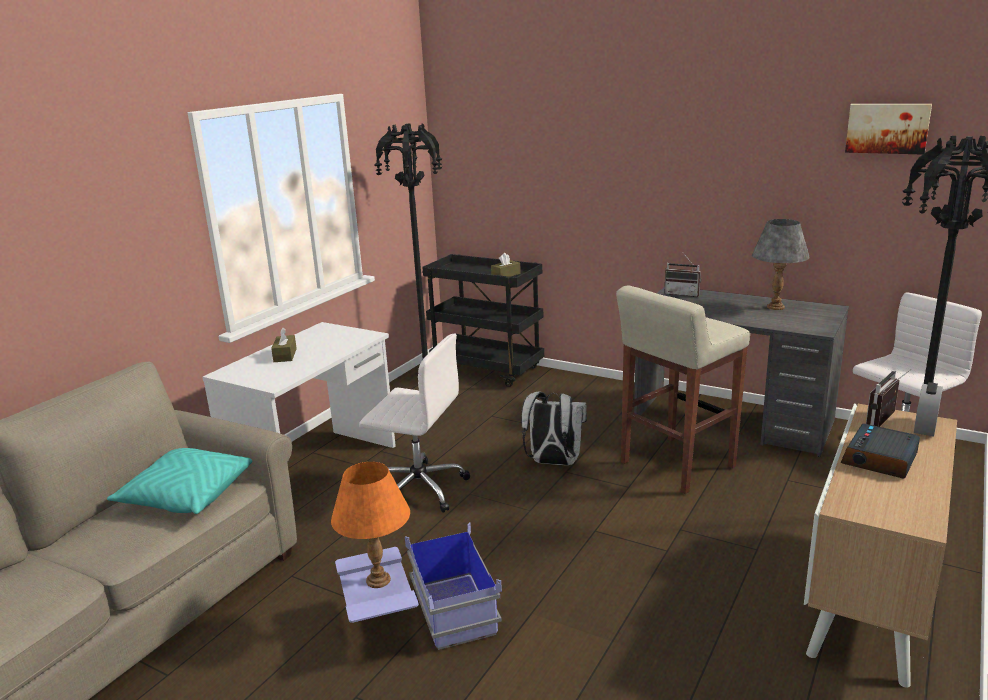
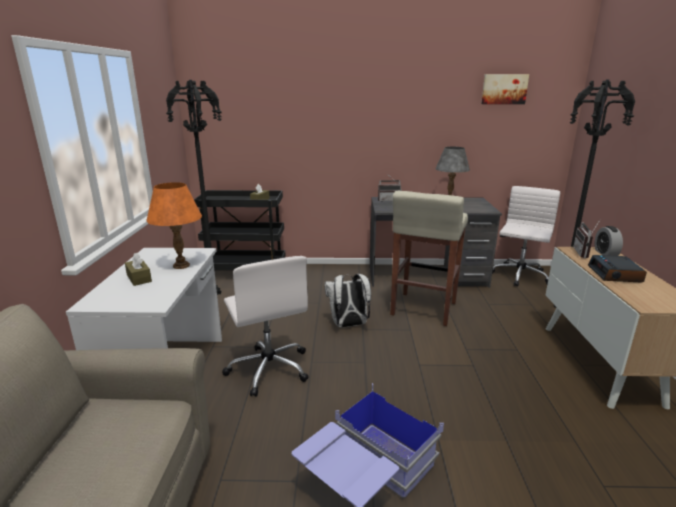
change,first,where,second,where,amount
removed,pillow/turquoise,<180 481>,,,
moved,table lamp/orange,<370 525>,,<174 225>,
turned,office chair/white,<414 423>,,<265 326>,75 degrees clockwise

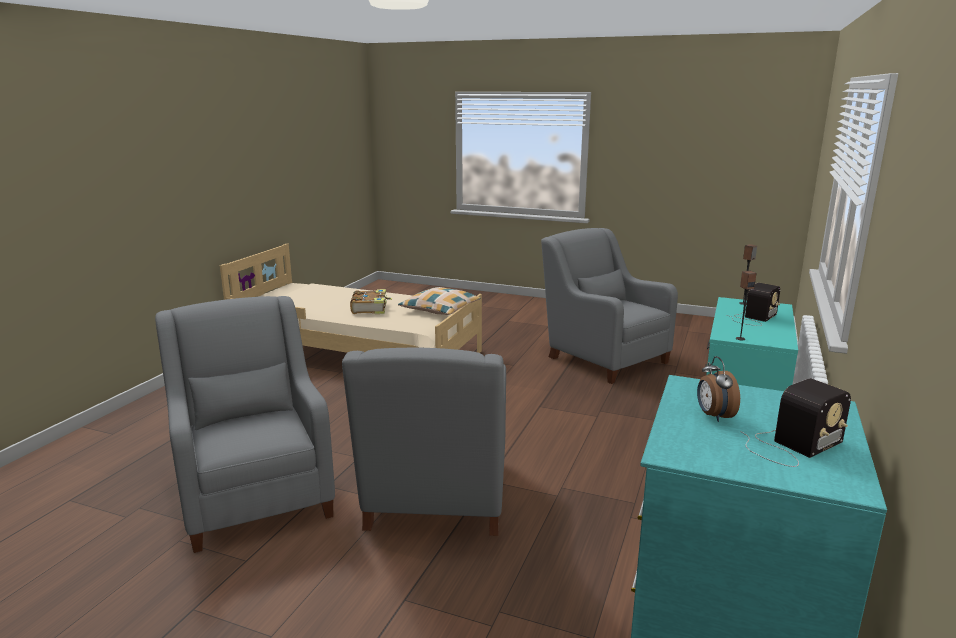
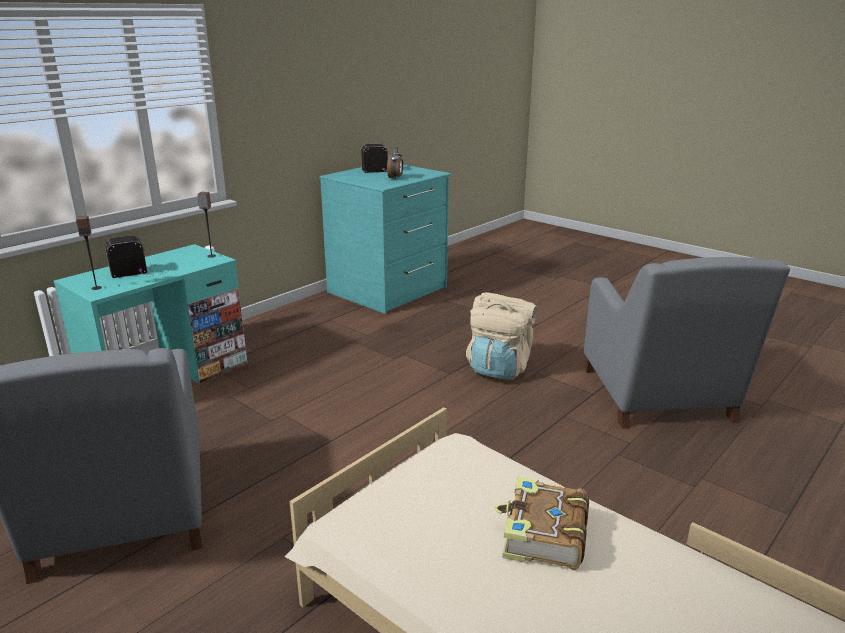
change,first,where,second,where,amount
replaced,armchair/grey,<424 442>,backpack/beige,<501 336>,
removed,pillow,<439 301>,,,

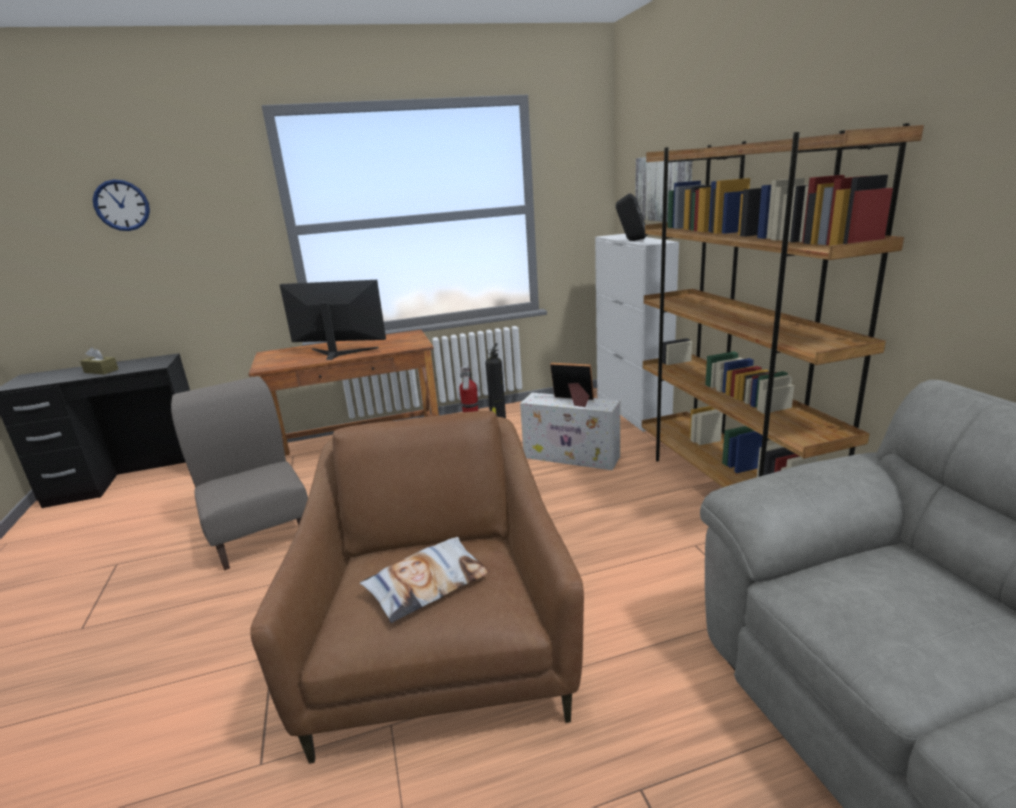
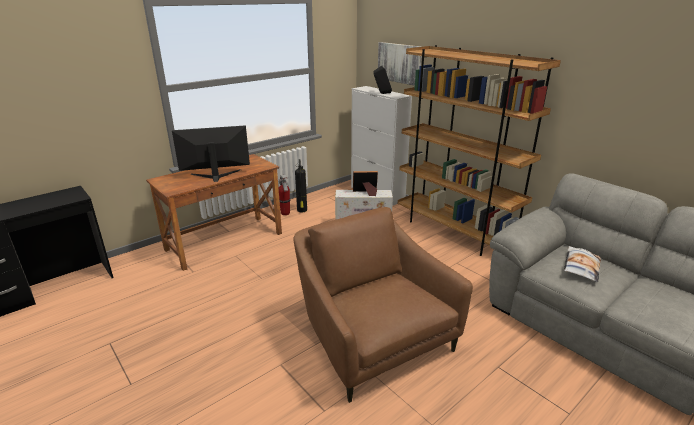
change,first,where,second,where,amount
removed,tissue box/brown,<99 361>,,,
removed,wall clock,<121 205>,,,
removed,chair/grey,<239 473>,,,
moved,pillow,<425 580>,,<582 264>,

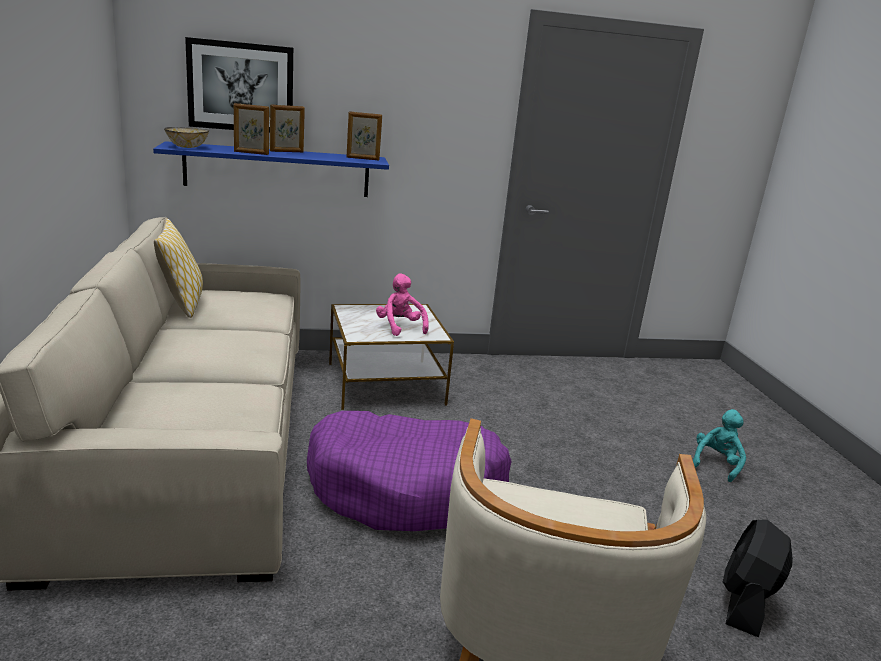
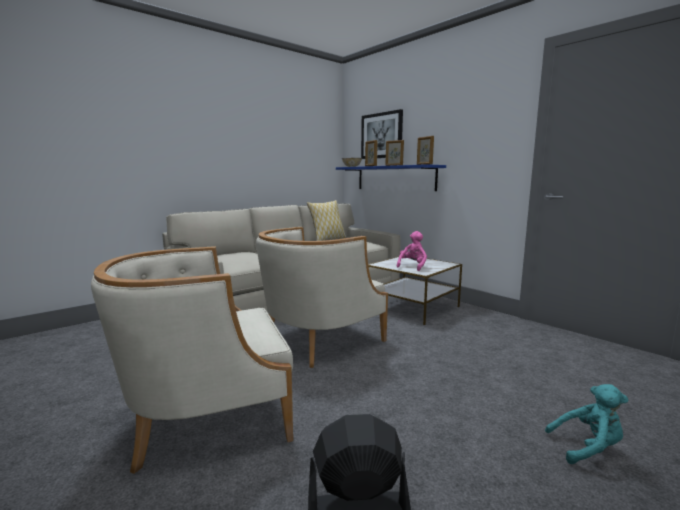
change,first,where,second,where,amount
replaced,dog bed/purple,<409 471>,armchair/beige,<322 297>,

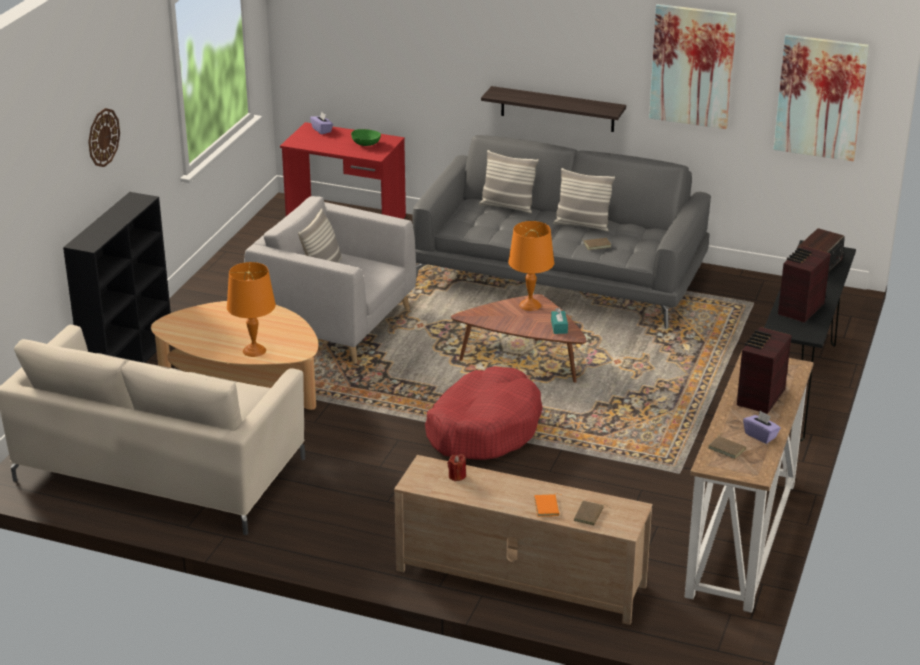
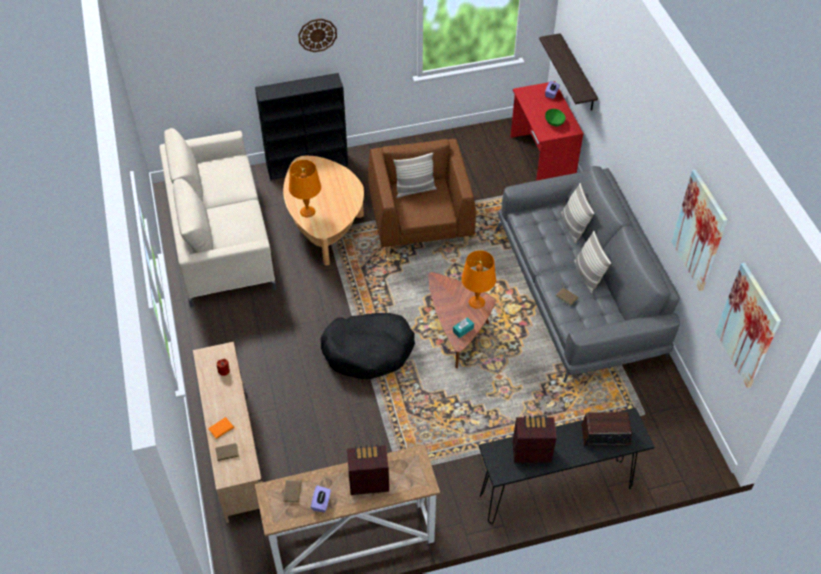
change,first,where,second,where,amount
recoloured,armchair/grey,<330 279>,armchair/brown,<422 197>,
recoloured,dog bed/red,<484 413>,dog bed/black,<367 346>,
moved,shelf,<553 109>,,<568 72>,

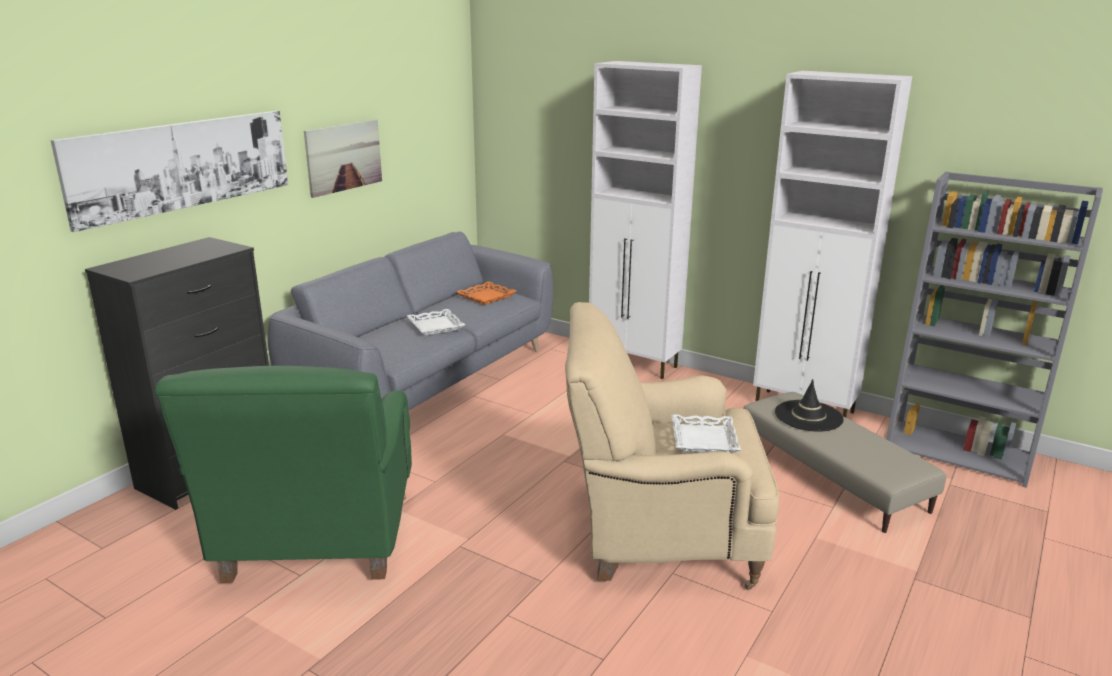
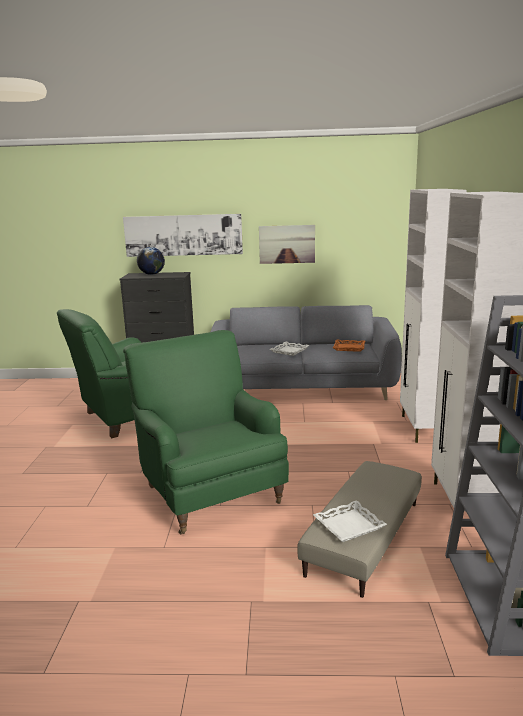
change,first,where,second,where,amount
recoloured,armchair/beige,<672 446>,armchair/green,<206 432>,
moved,tray/white,<706 433>,,<350 521>,
removed,hat/black,<809 405>,,,
added,,,globe,<151 261>,

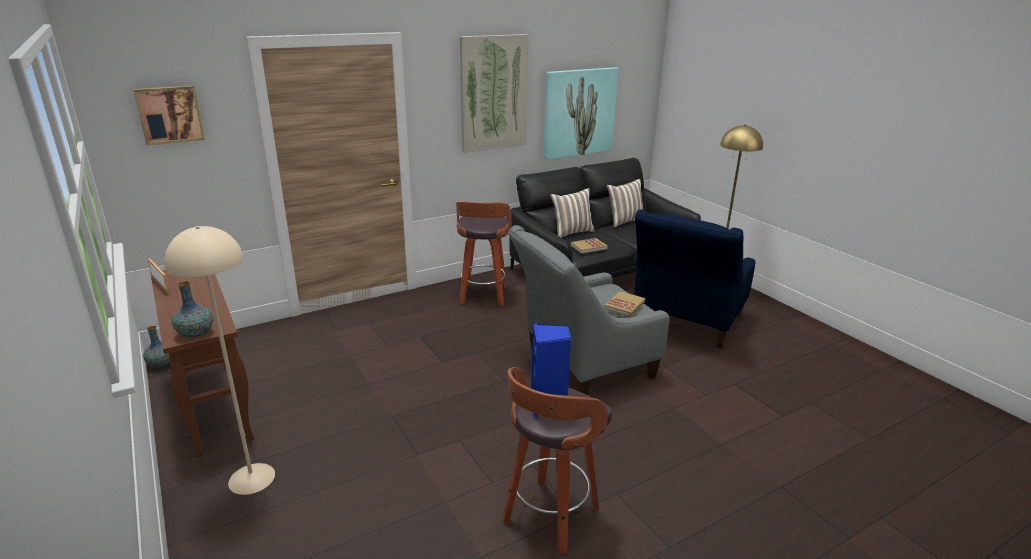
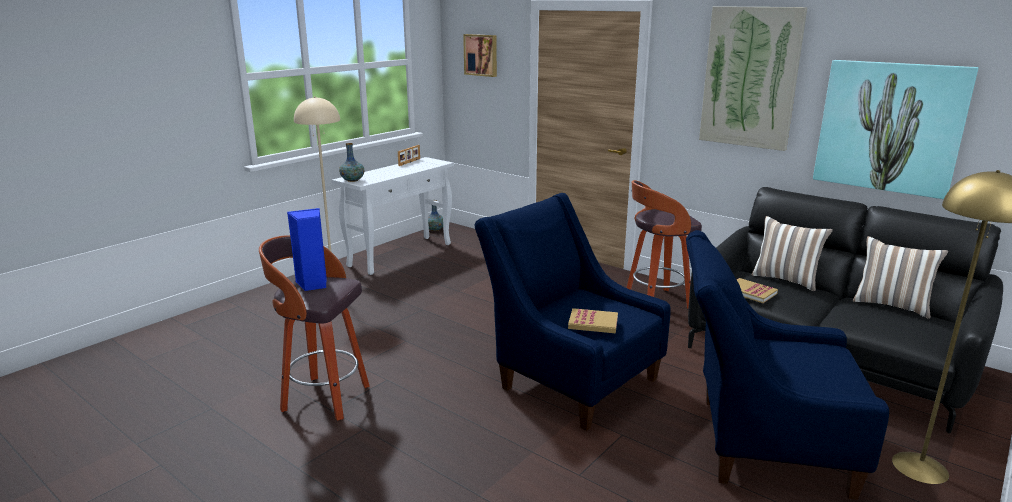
change,first,where,second,where,amount
recoloured,console table/brown,<202 363>,console table/white,<393 216>,
recoloured,armchair/grey,<589 310>,armchair/blue,<572 312>,

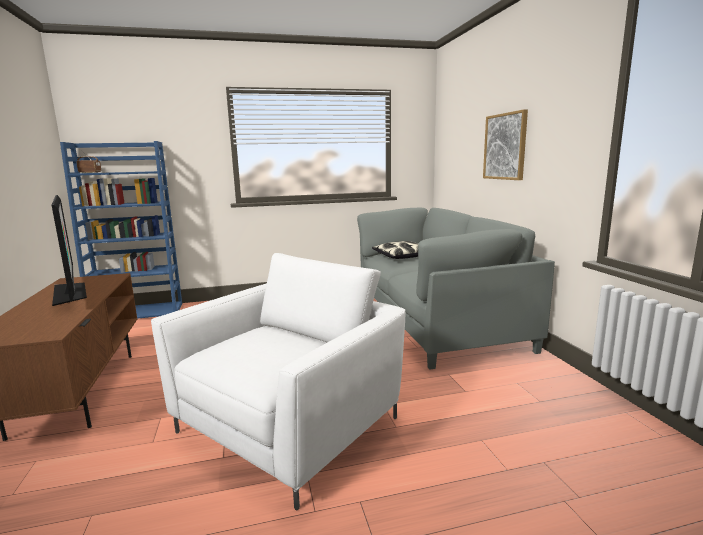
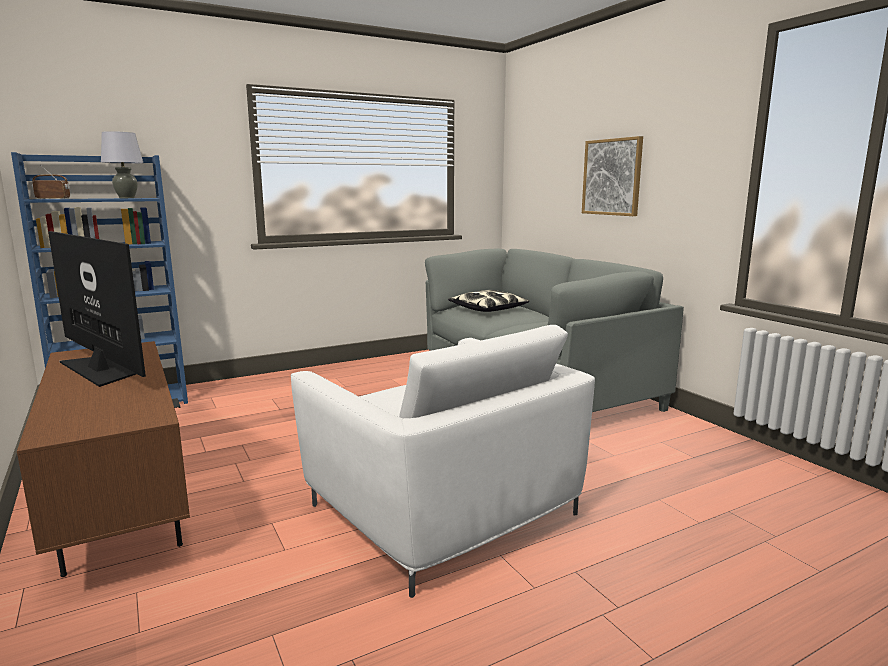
change,first,where,second,where,amount
turned,armchair/white,<278 381>,,<443 461>,120 degrees clockwise
added,,,table lamp/grey,<122 164>,

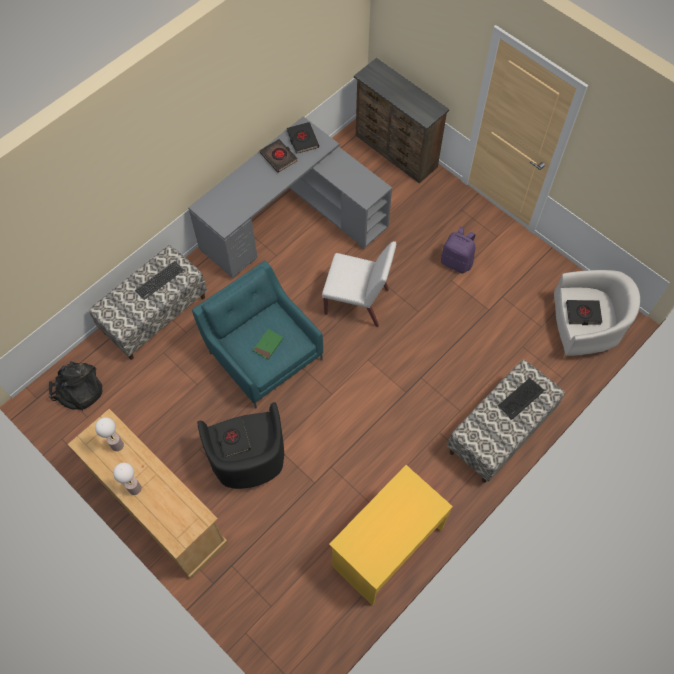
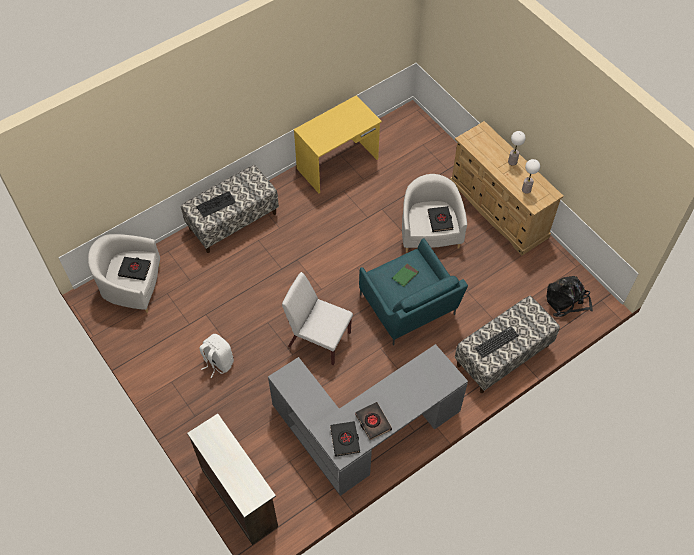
change,first,where,second,where,amount
recoloured,armchair/black,<240 445>,armchair/white,<434 213>,
recoloured,backpack/purple,<458 250>,backpack/white,<217 356>,

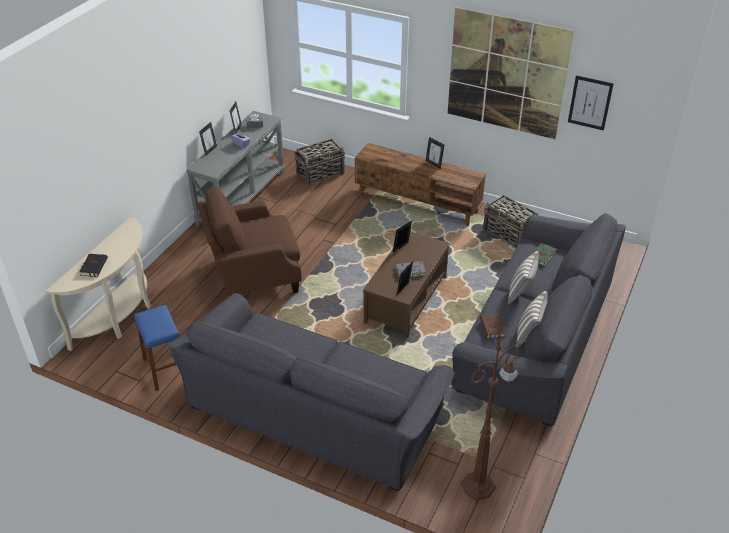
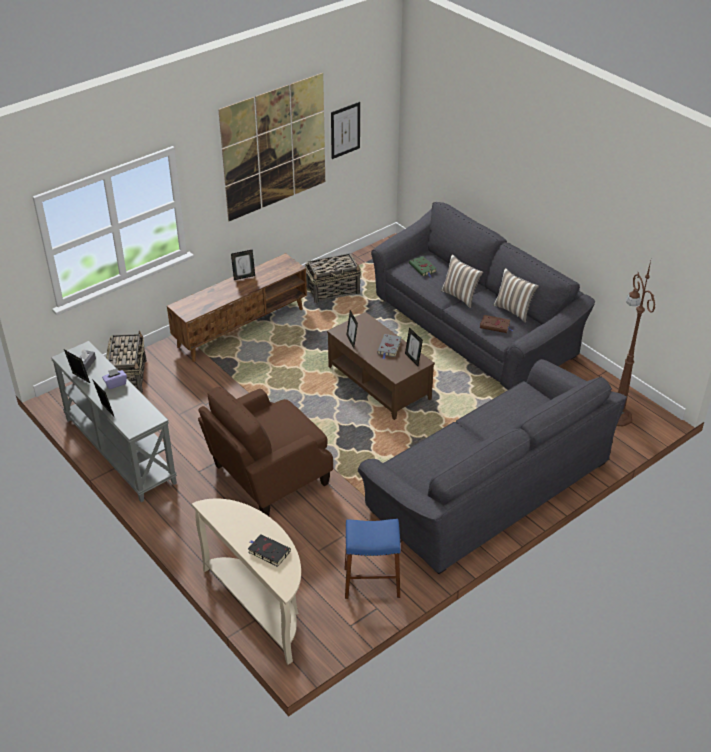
change,first,where,second,where,amount
turned,armchair/brown,<250 241>,,<265 451>,45 degrees clockwise

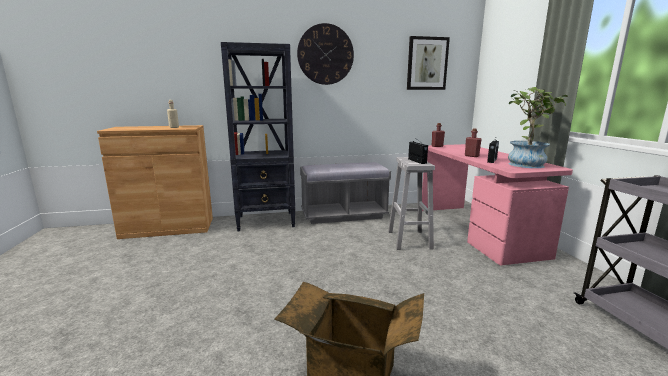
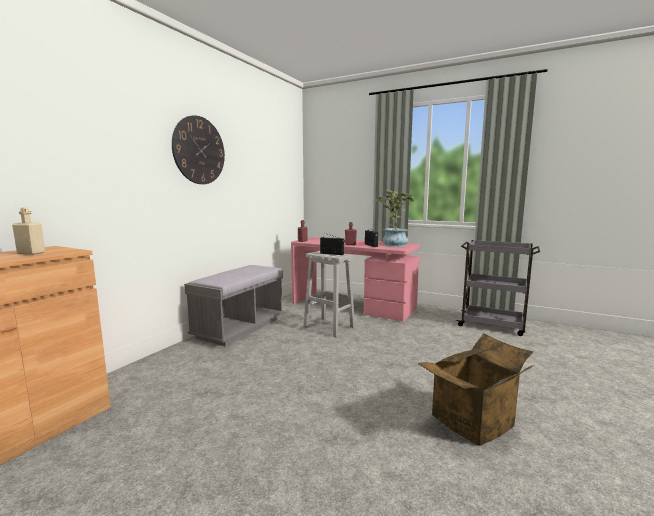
change,first,where,second,where,amount
removed,bookcase/black,<258 136>,,,
removed,picture,<428 63>,,,

